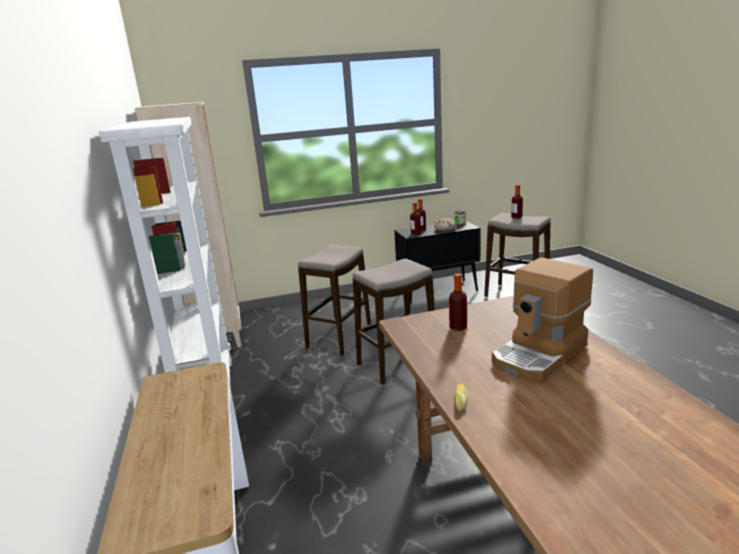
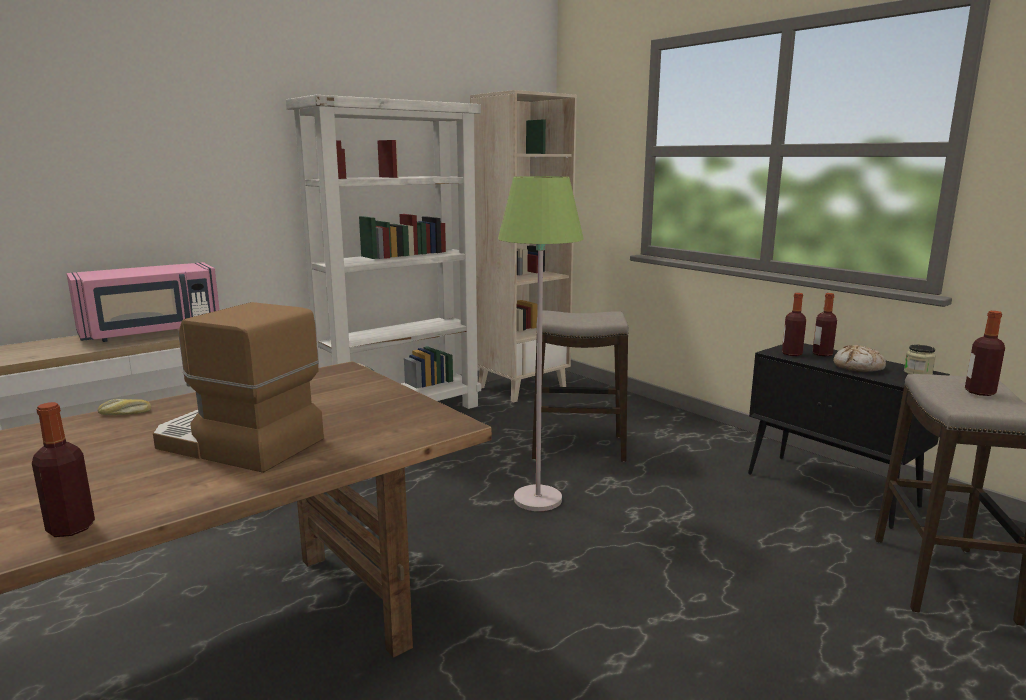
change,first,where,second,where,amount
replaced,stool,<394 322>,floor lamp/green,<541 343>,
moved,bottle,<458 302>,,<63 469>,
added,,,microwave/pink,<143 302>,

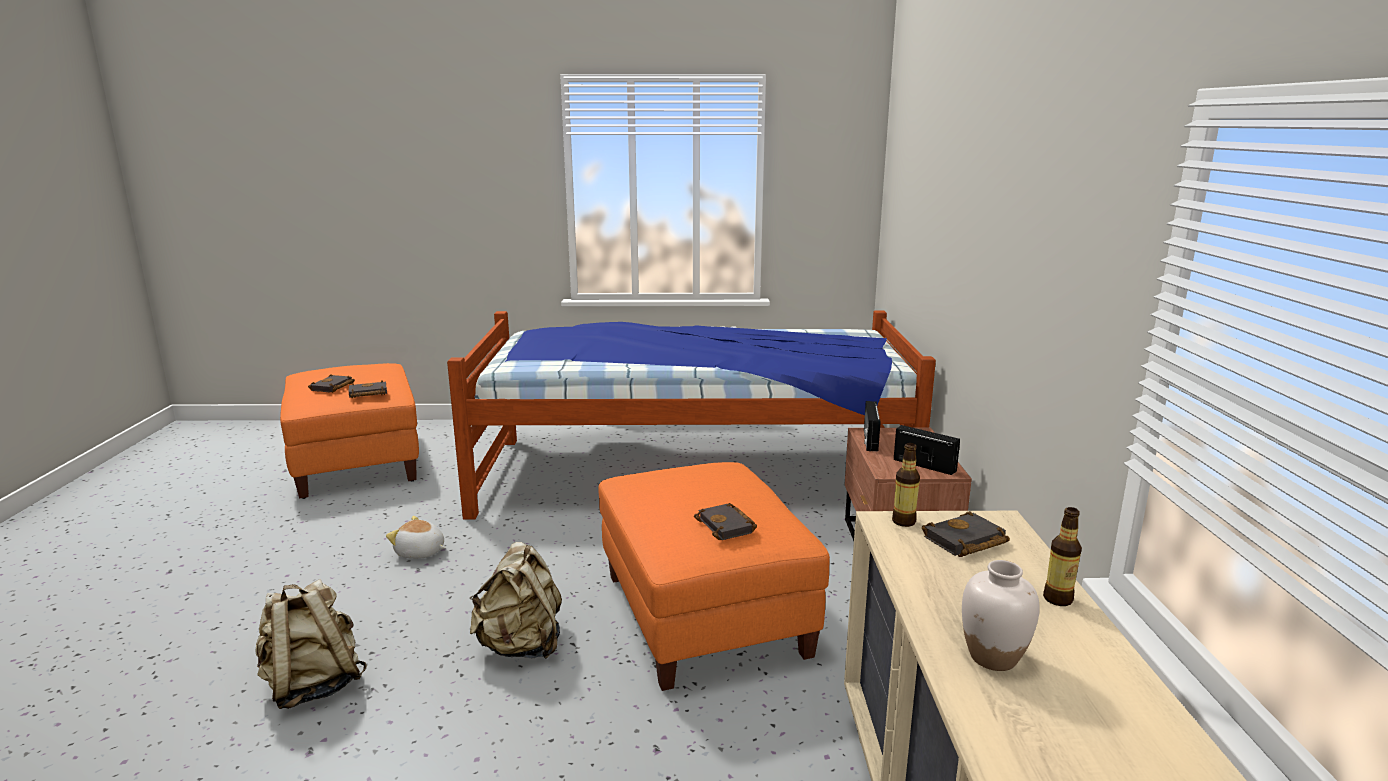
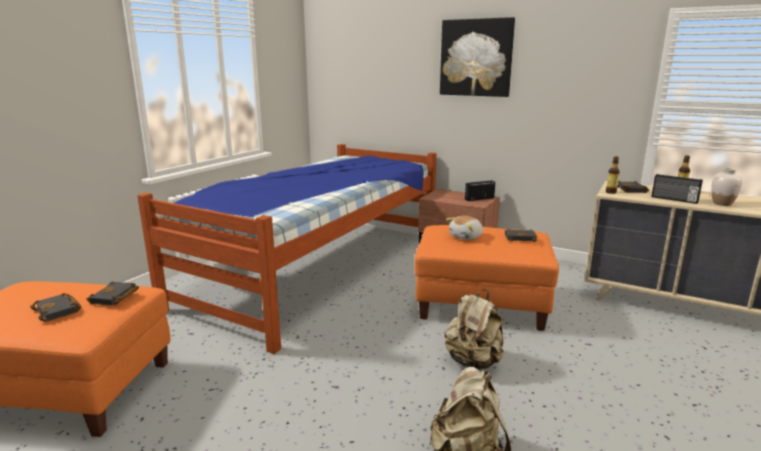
change,first,where,second,where,amount
moved,plush toy,<415 537>,,<464 228>,
moved,radio,<872 426>,,<677 189>,
added,,,picture,<477 57>,

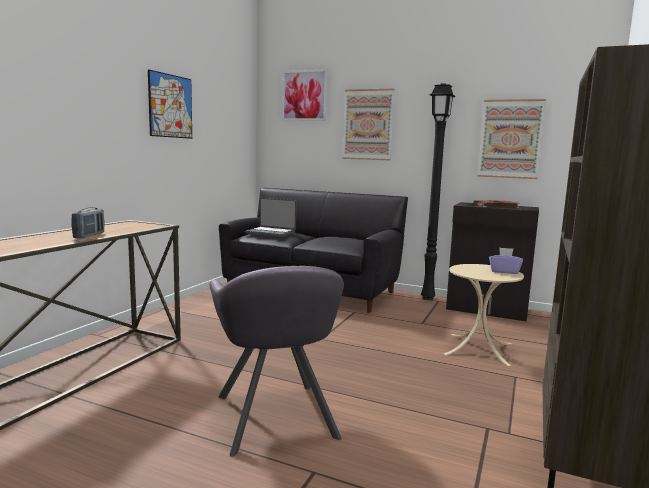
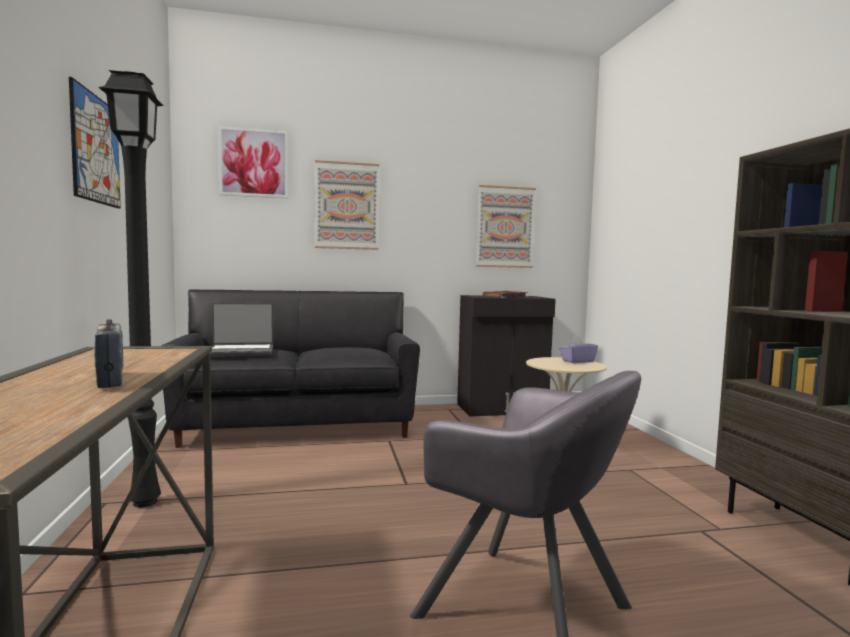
change,first,where,second,where,amount
moved,floor lamp/black,<438 191>,,<131 288>,

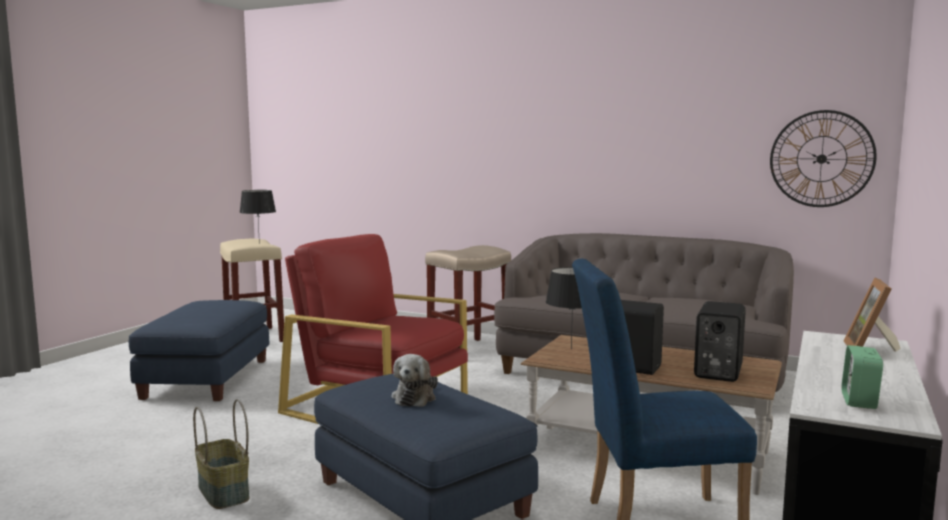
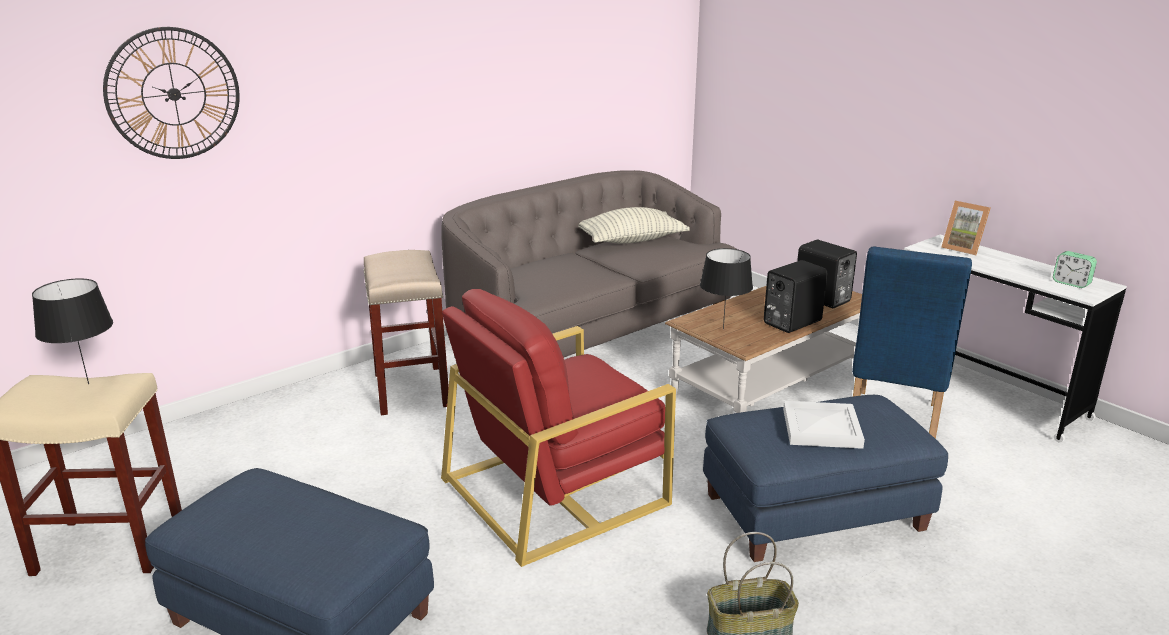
change,first,where,second,where,amount
replaced,plush toy,<415 380>,tray/white,<824 425>,
moved,wall clock,<823 158>,,<171 93>,
added,,,pillow,<634 225>,

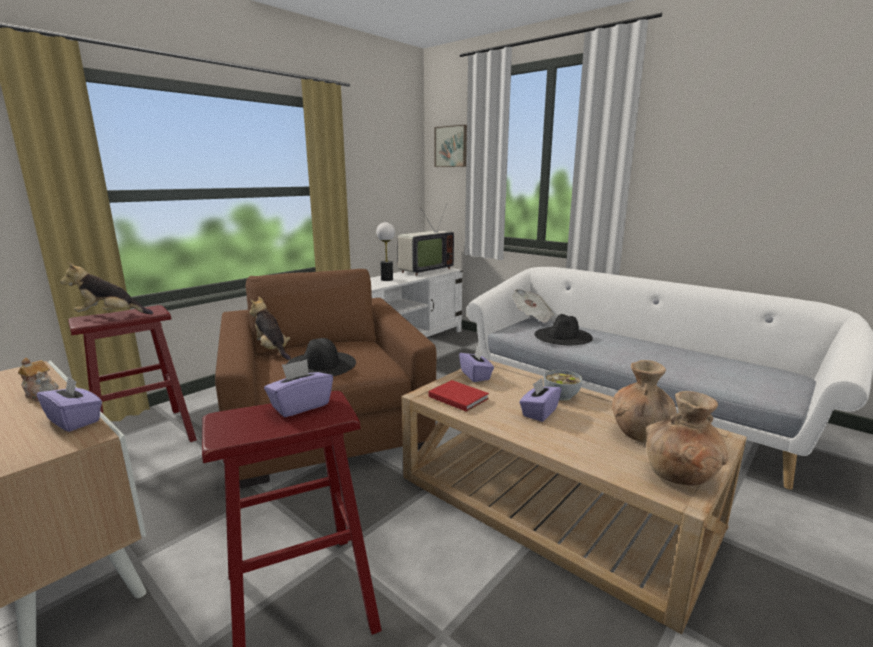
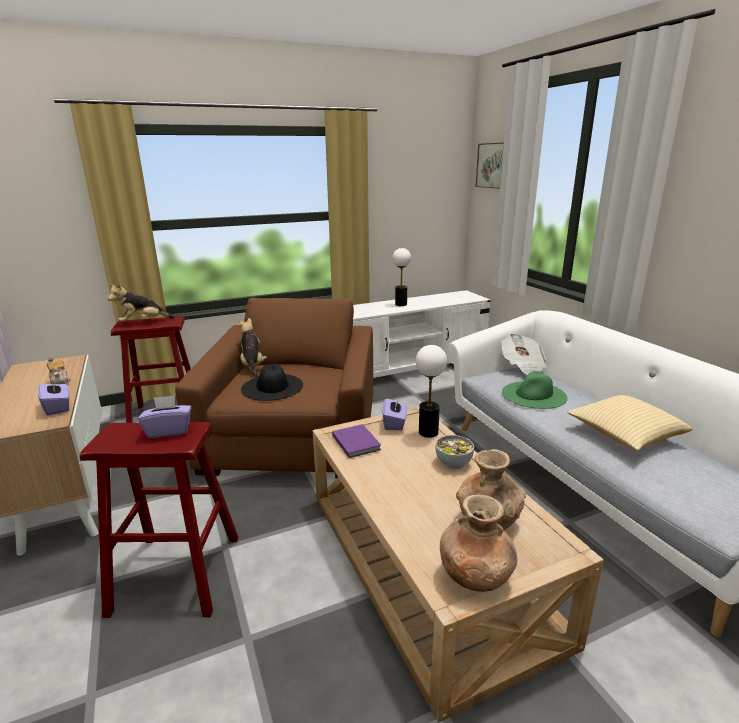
change,first,where,second,where,amount
turned,plush toy,<106 288>,,<141 302>,45 degrees counterclockwise
removed,television,<425 240>,,,
recoloured,book/red,<459 396>,book/purple,<356 441>,
removed,tissue box/purple,<540 400>,,,
recoloured,hat/black,<564 329>,hat/green,<534 390>,
added,,,table lamp,<431 391>,
added,,,pillow,<630 423>,

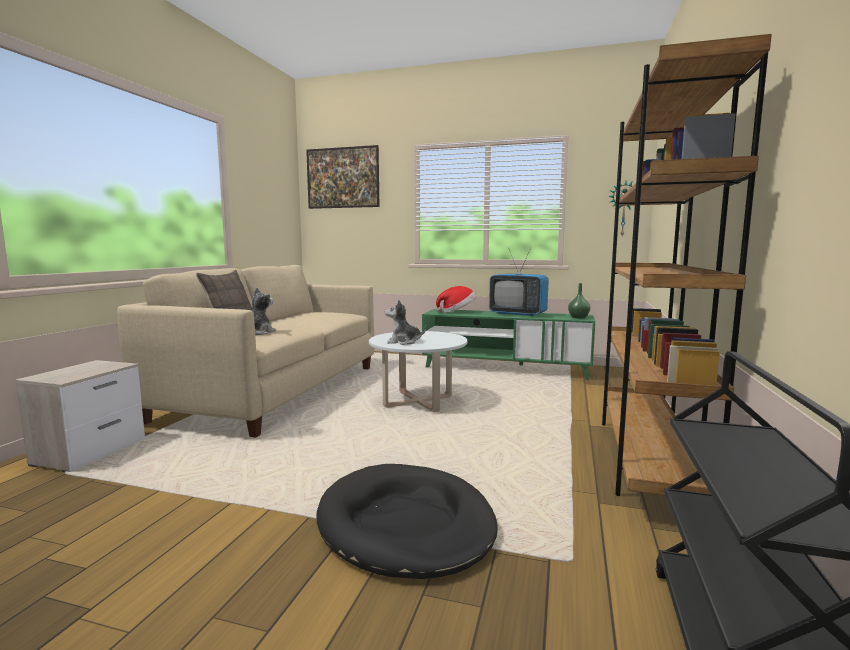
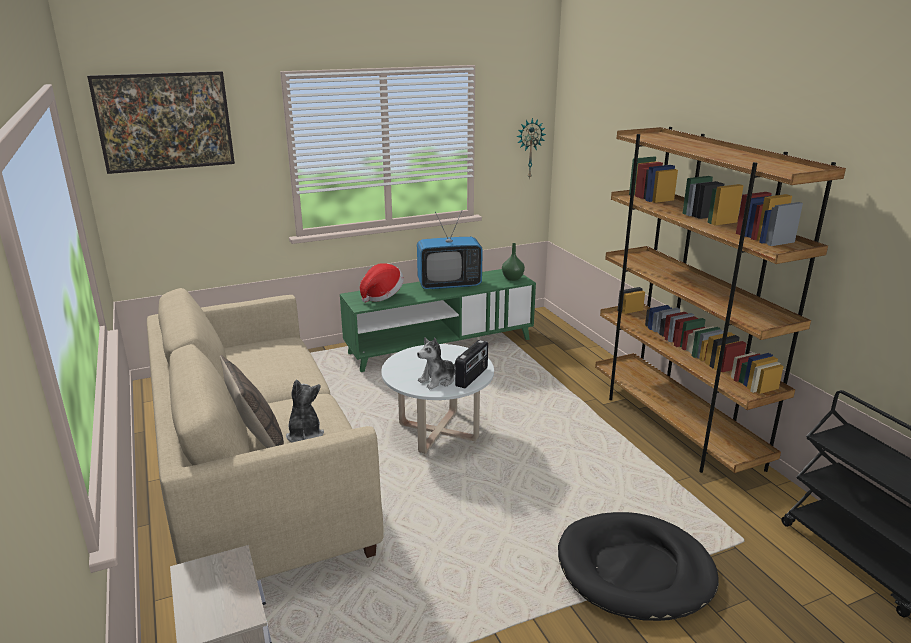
change,first,where,second,where,amount
added,,,radio,<471 364>,

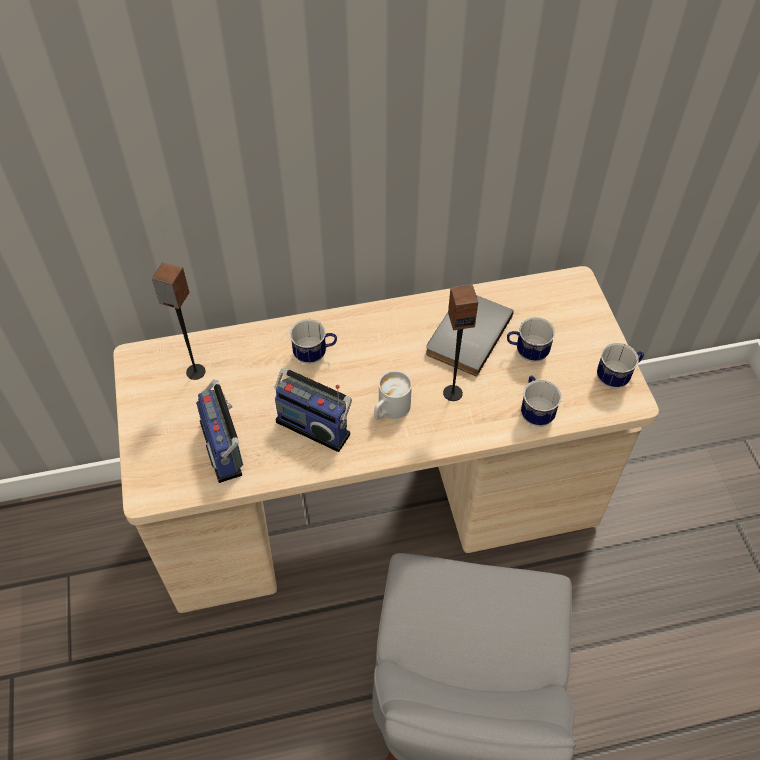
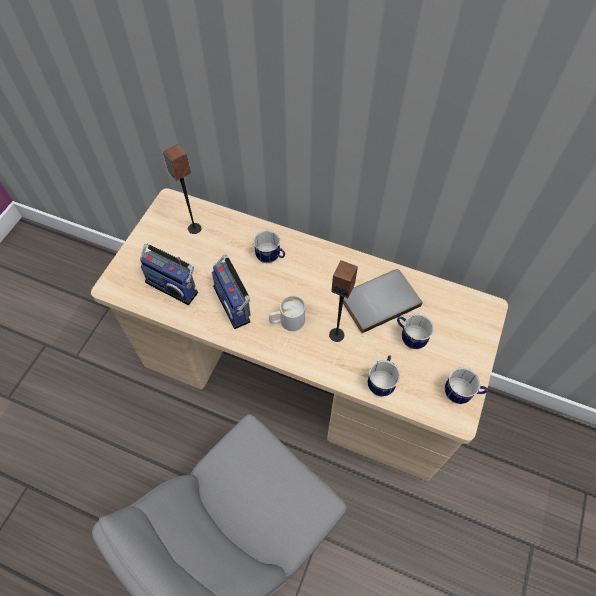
change,first,where,second,where,amount
turned,radio,<219 431>,,<169 274>,75 degrees counterclockwise

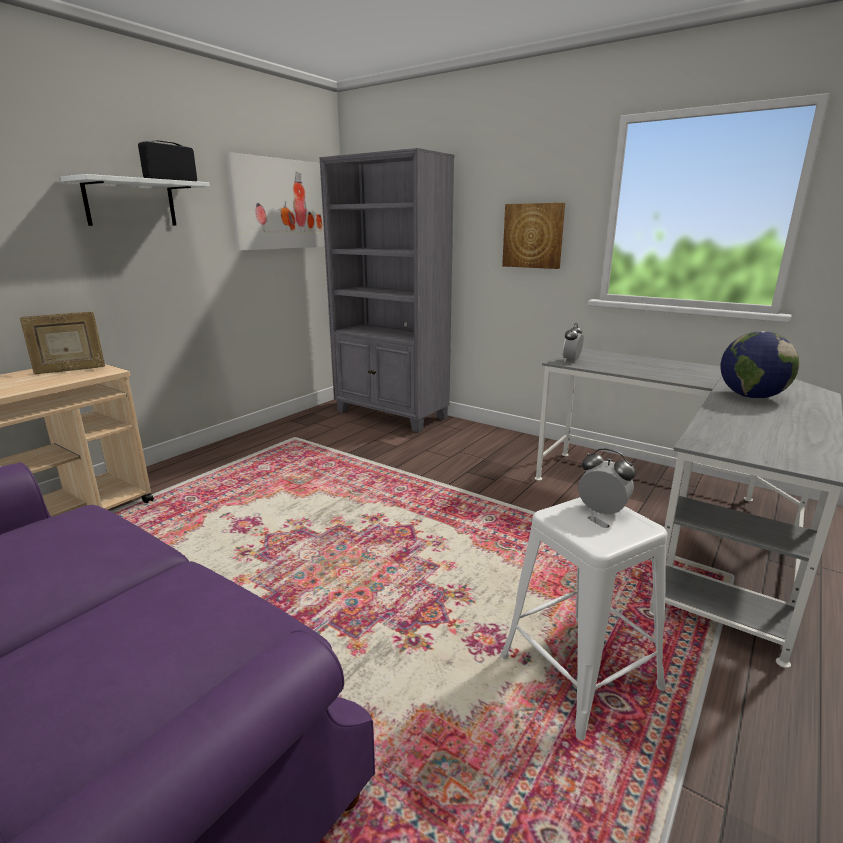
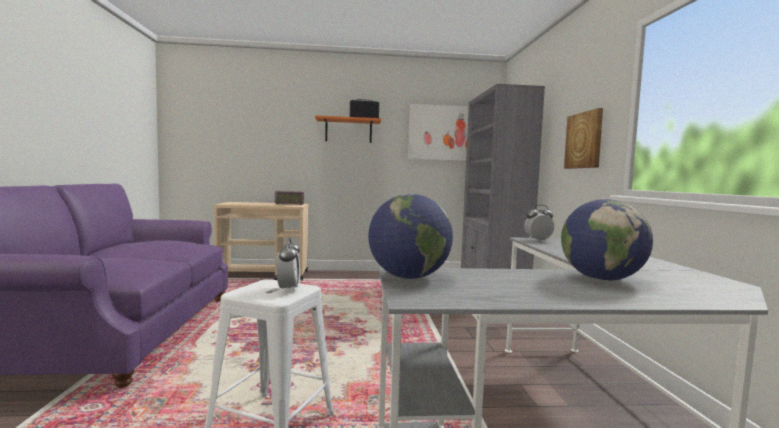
change,first,where,second,where,amount
replaced,picture frame,<62 343>,radio,<289 198>,
recoloured,shelf/white,<135 200>,shelf/orange,<348 129>,
added,,,globe,<410 236>,

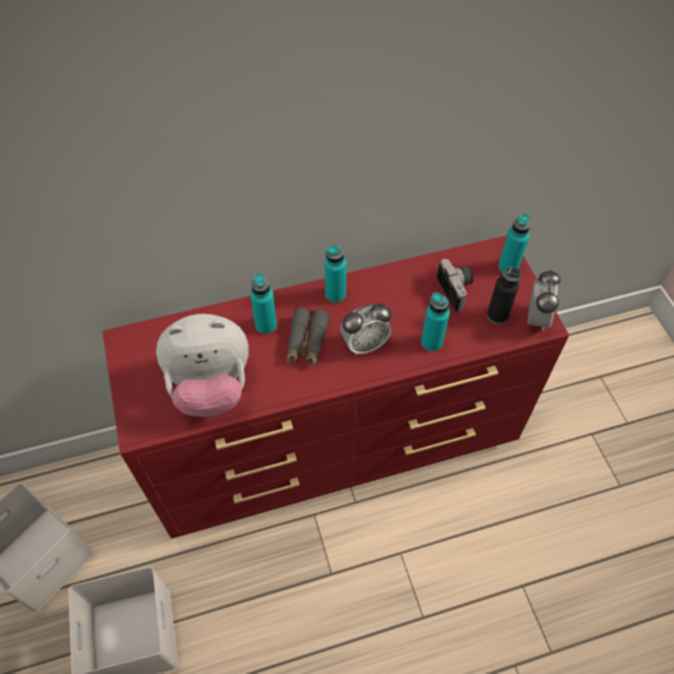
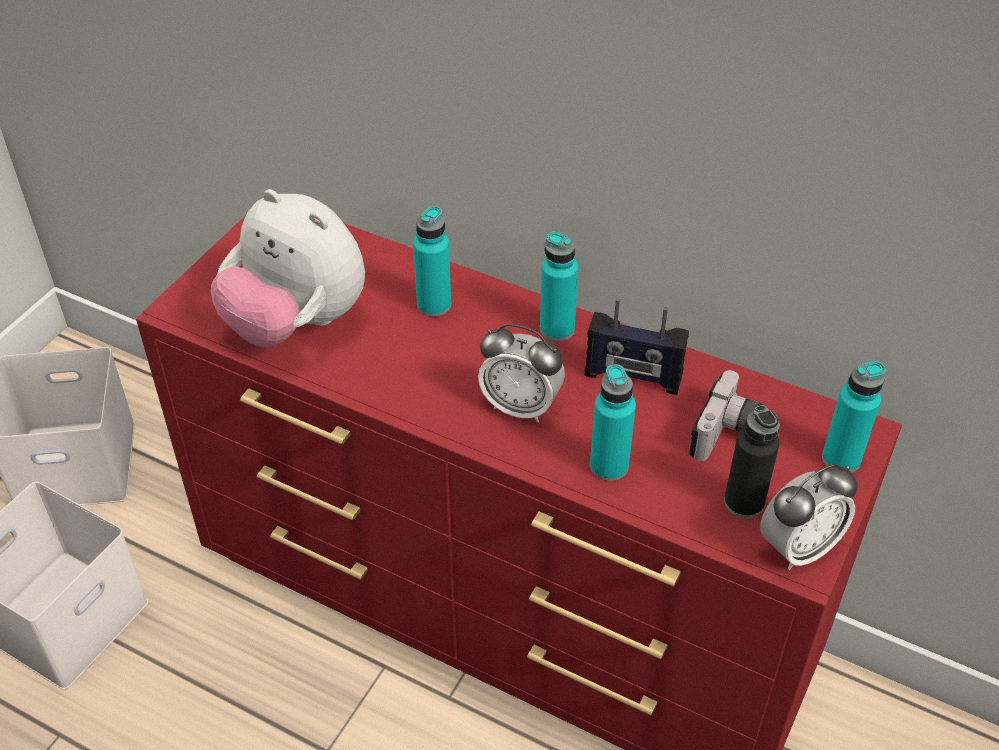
change,first,where,second,where,amount
removed,binoculars/grey,<308 336>,,,
added,,,radio,<637 346>,

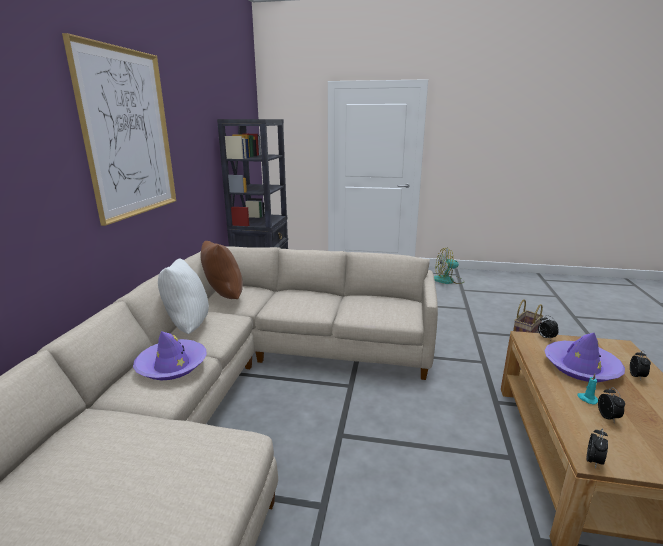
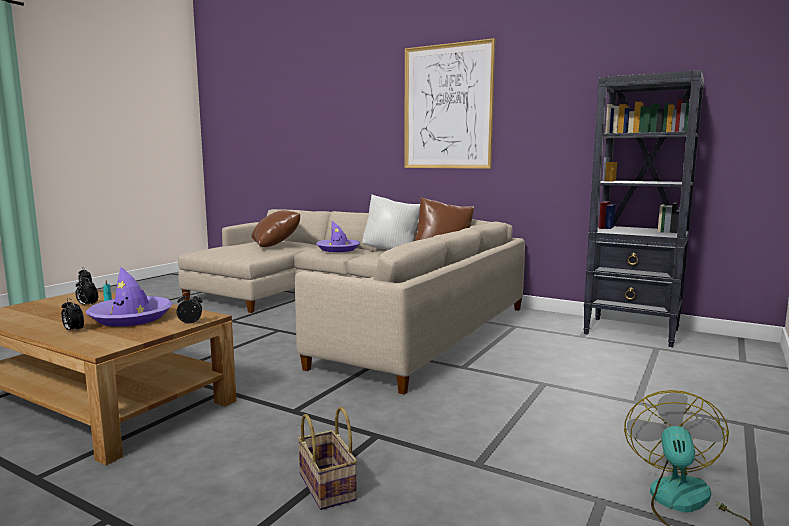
change,first,where,second,where,amount
added,,,pillow/brown,<275 228>,

